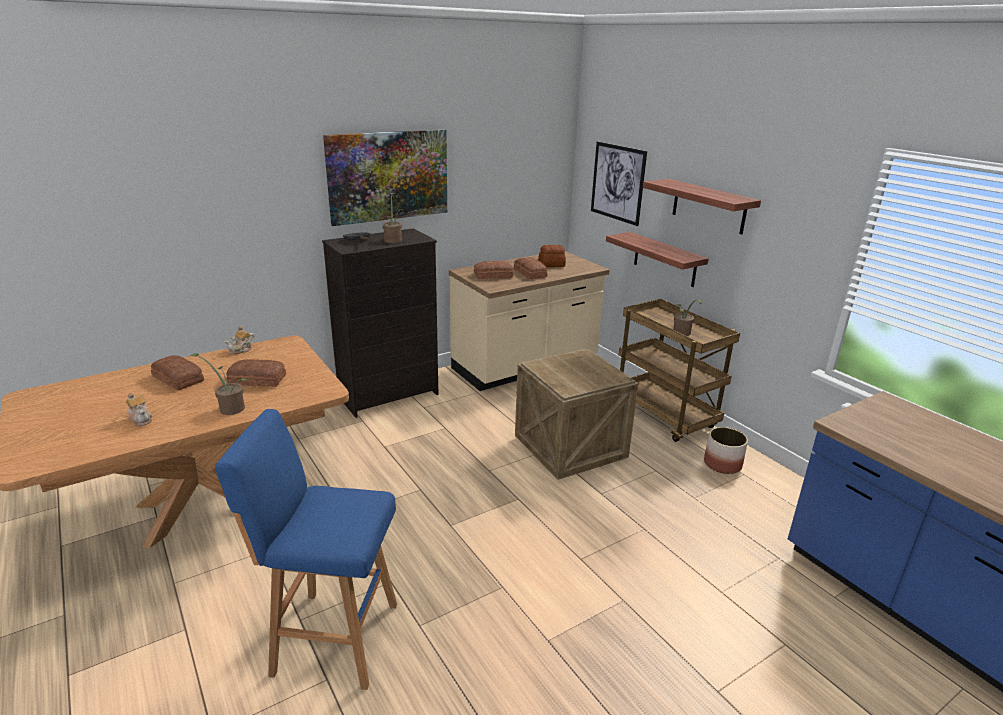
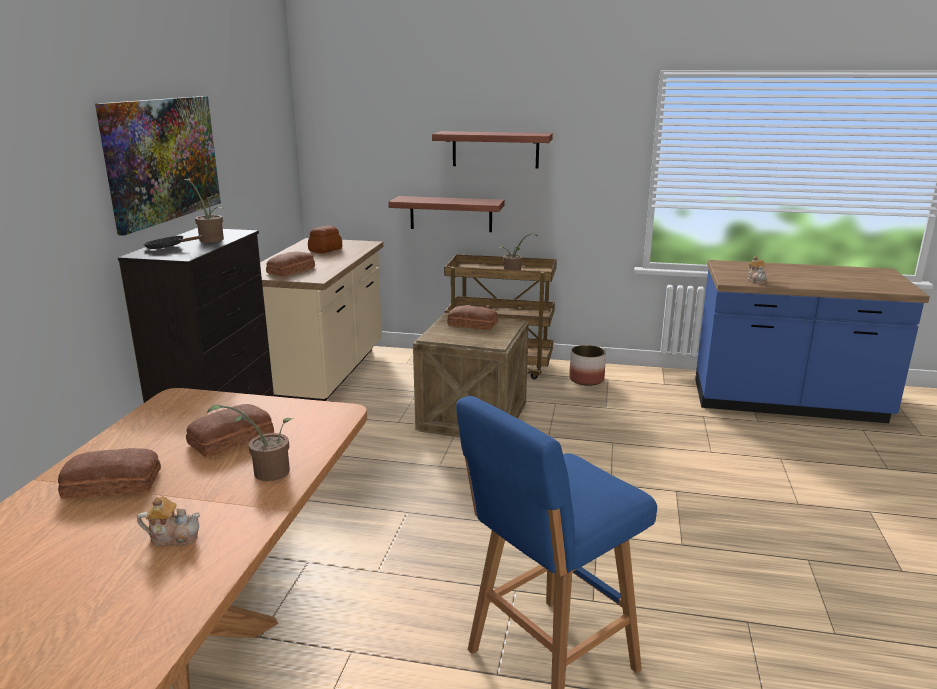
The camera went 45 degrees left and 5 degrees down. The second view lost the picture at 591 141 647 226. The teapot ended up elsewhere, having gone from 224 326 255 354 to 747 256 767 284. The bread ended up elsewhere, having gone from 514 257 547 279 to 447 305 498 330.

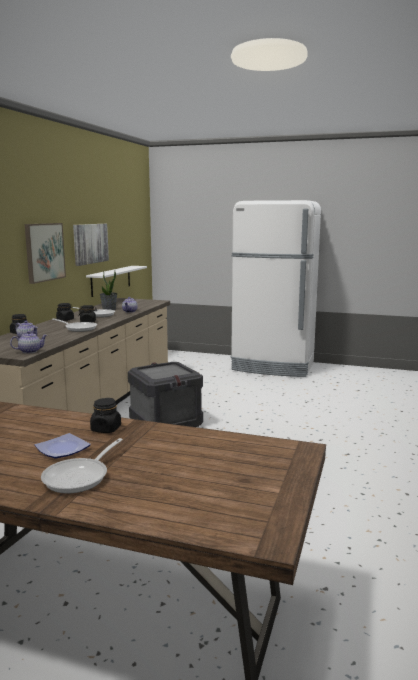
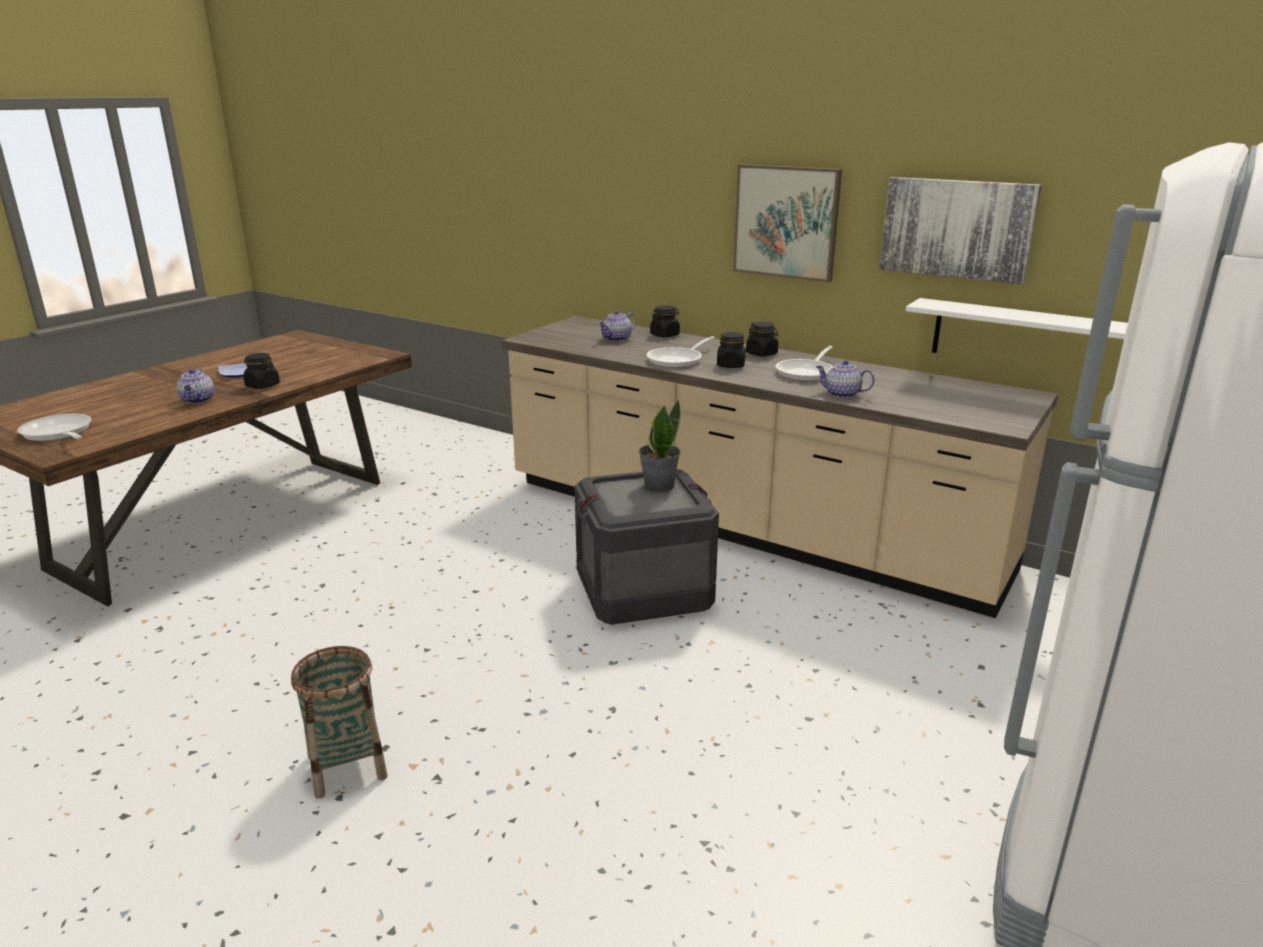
The camera went 105 degrees right and 10 degrees up. The second view gained the basket at 291 646 388 799. The teapot ended up elsewhere, having gone from 10 331 47 354 to 177 368 214 404. The frying pan ended up elsewhere, having gone from 41 438 123 493 to 18 414 92 441. The potted plant ended up elsewhere, having gone from 99 271 117 310 to 639 400 681 492.

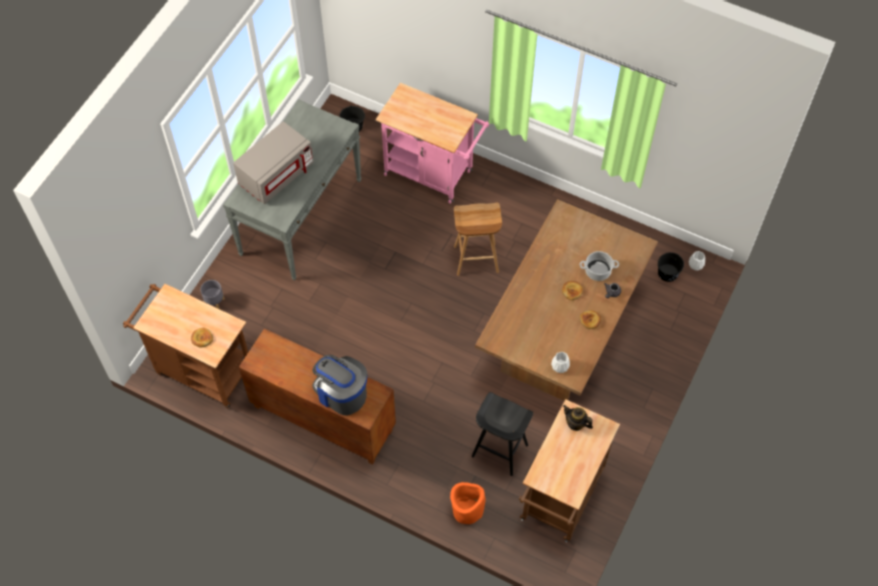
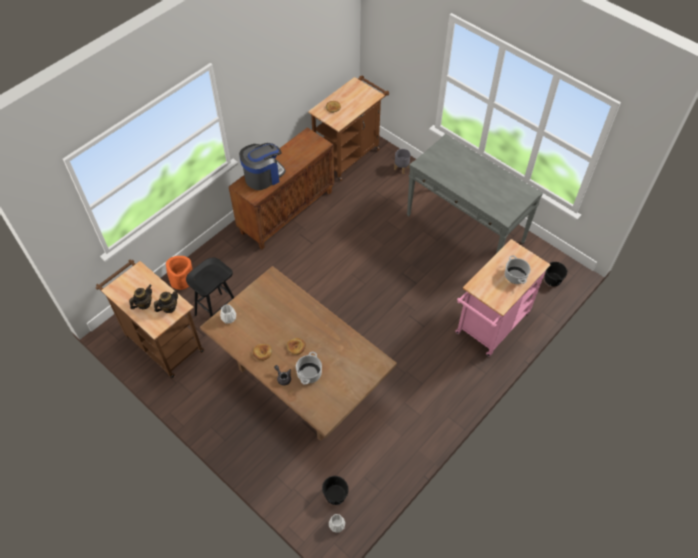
The camera went 105 degrees right and 5 degrees down. The second view lost the grey microwave at 233 121 314 204. The second view lost the brown stool at 454 203 502 276. The second view gained the teapot at 129 285 152 309. The second view gained the cooking pot at 505 255 531 284.

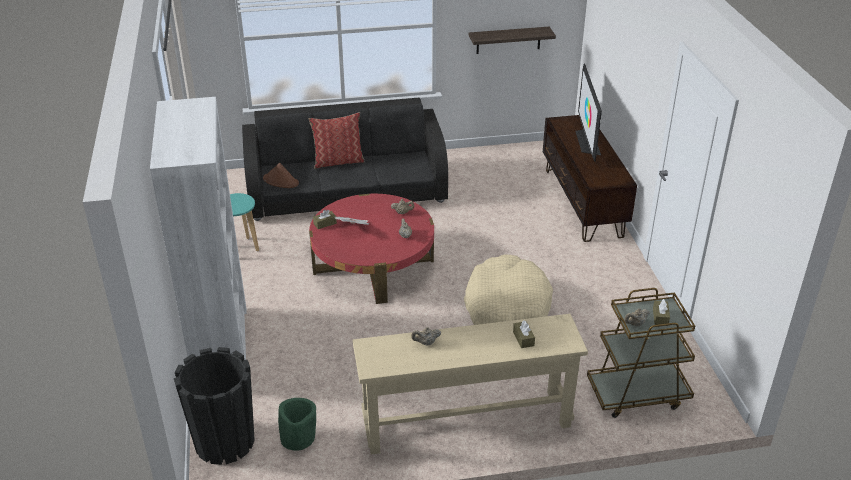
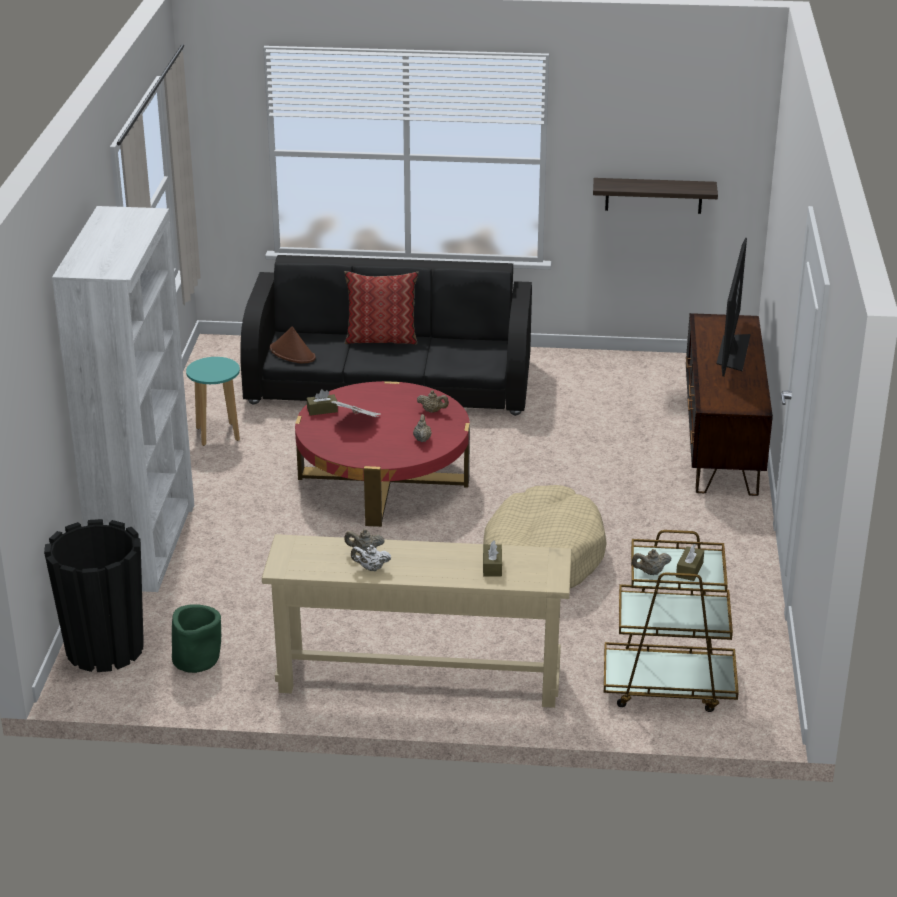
The camera went 15 degrees right and 5 degrees down. The second view gained the white teapot at 351 545 391 571.

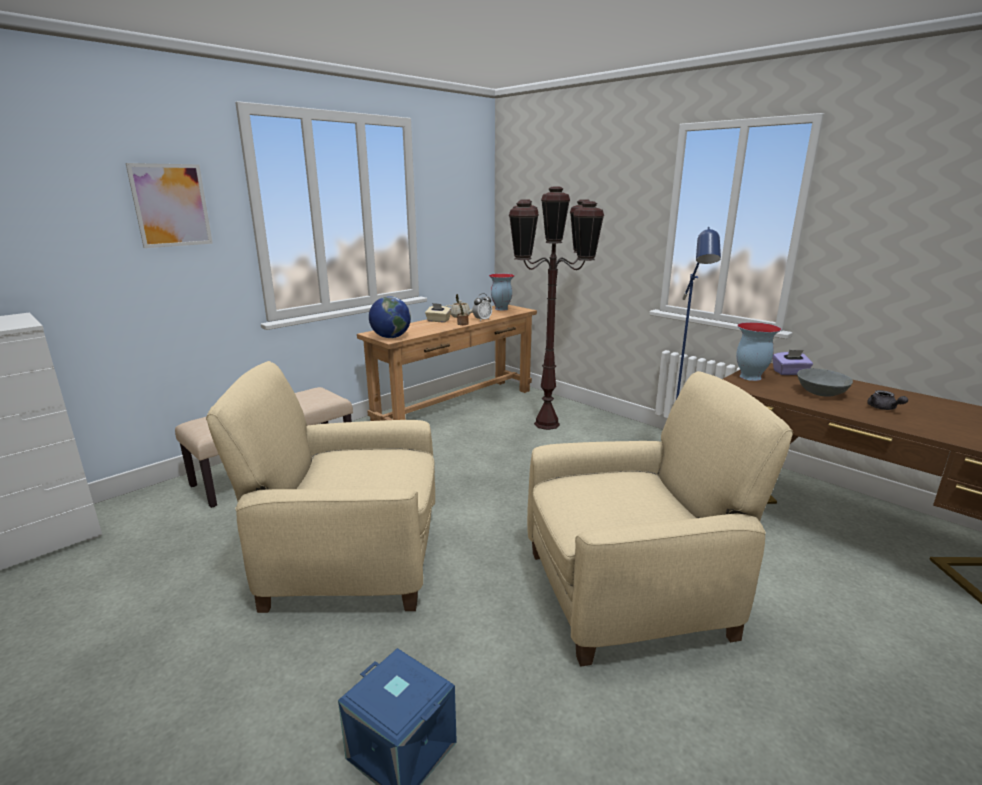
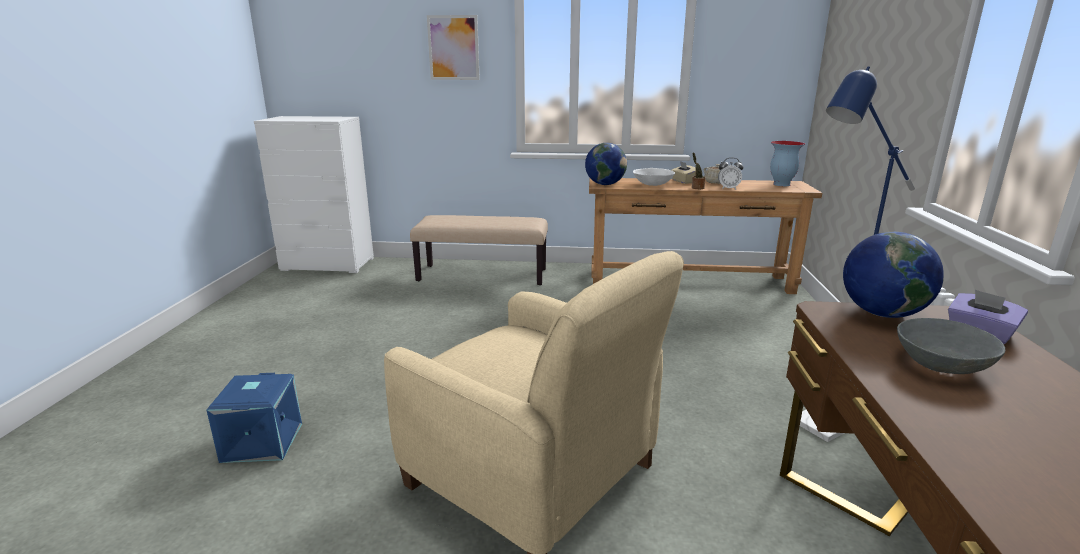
The camera went 50 degrees right and 0 degrees up. The second view lost the beige armchair at 206 361 435 613. The second view lost the brown floor lamp at 509 187 604 430. The second view lost the grey teapot at 867 390 908 410. The second view gained the white bowl at 633 168 675 186. Where the vase stood at 736 322 782 381, the globe came to stand at 843 232 944 318.

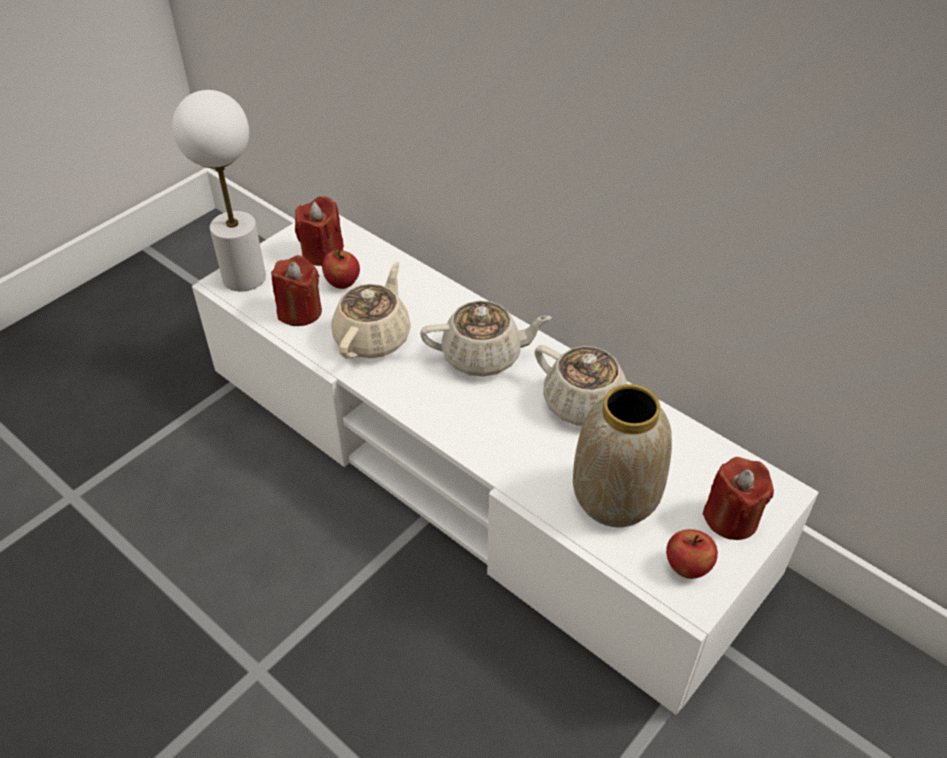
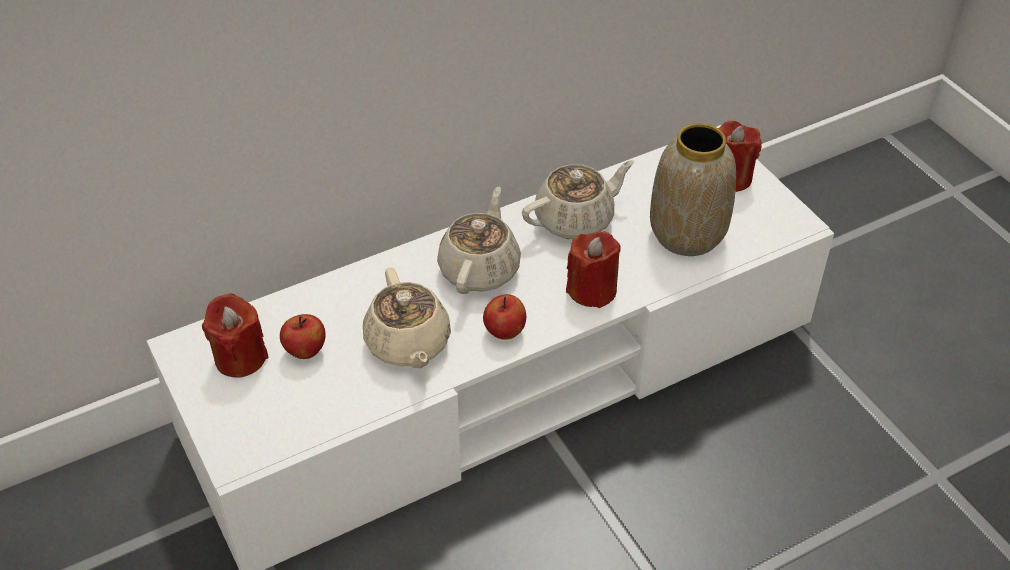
The camera went 70 degrees left and 0 degrees up. The second view lost the white table lamp at 172 90 266 291. The red candle ended up elsewhere, having gone from 271 255 322 326 to 566 231 621 308. The apple ended up elsewhere, having gone from 666 529 718 579 to 483 294 526 340. The beige teapot at 331 262 411 359 ended up facing another way, 150 degrees counterclockwise from before.

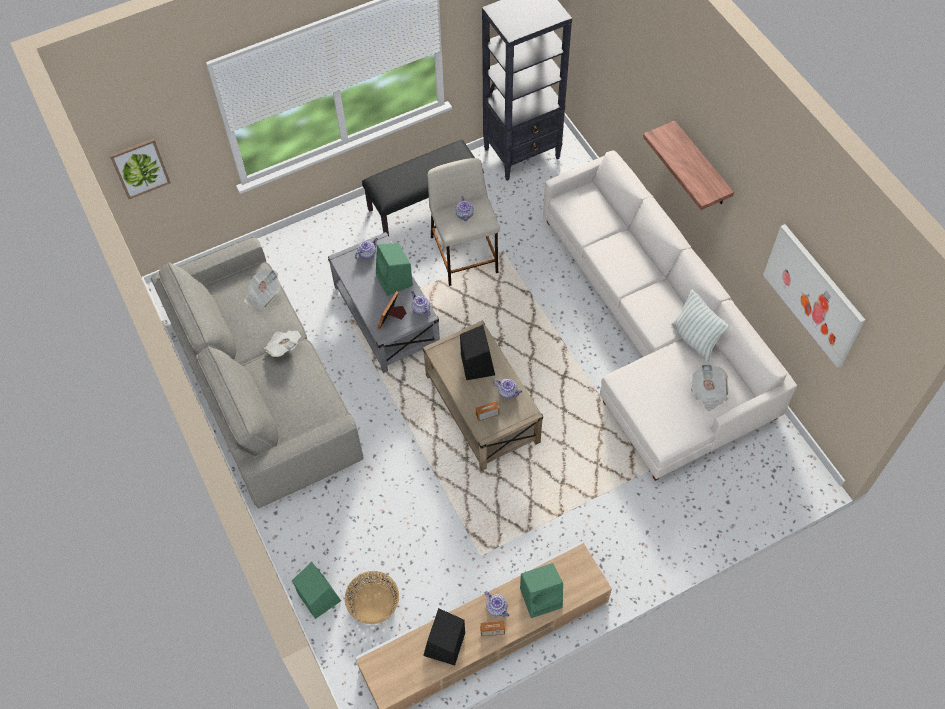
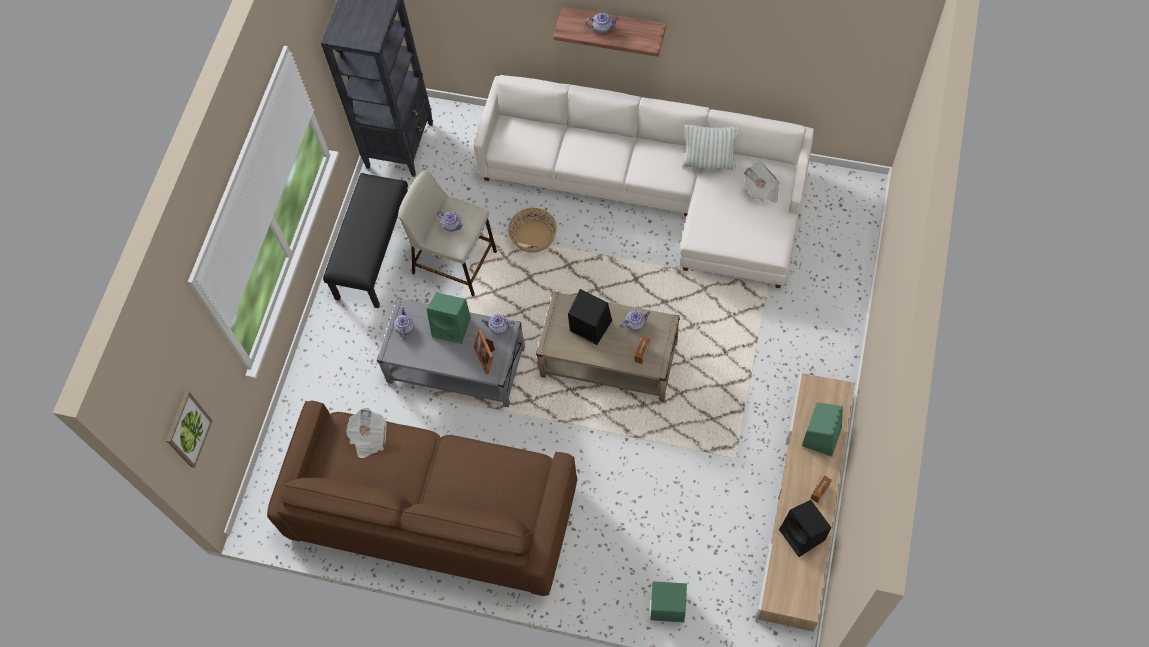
The camera went 45 degrees left and 5 degrees up. The second view lost the newspaper at 264 330 301 357. The second view lost the picture at 763 224 865 368. The basket ended up elsewhere, having gone from 345 571 399 624 to 508 208 557 253. The teapot ended up elsewhere, having gone from 485 591 509 617 to 585 13 619 34. What was the grey sofa at 151 237 364 508 turned into the brown sofa at 267 401 577 596.

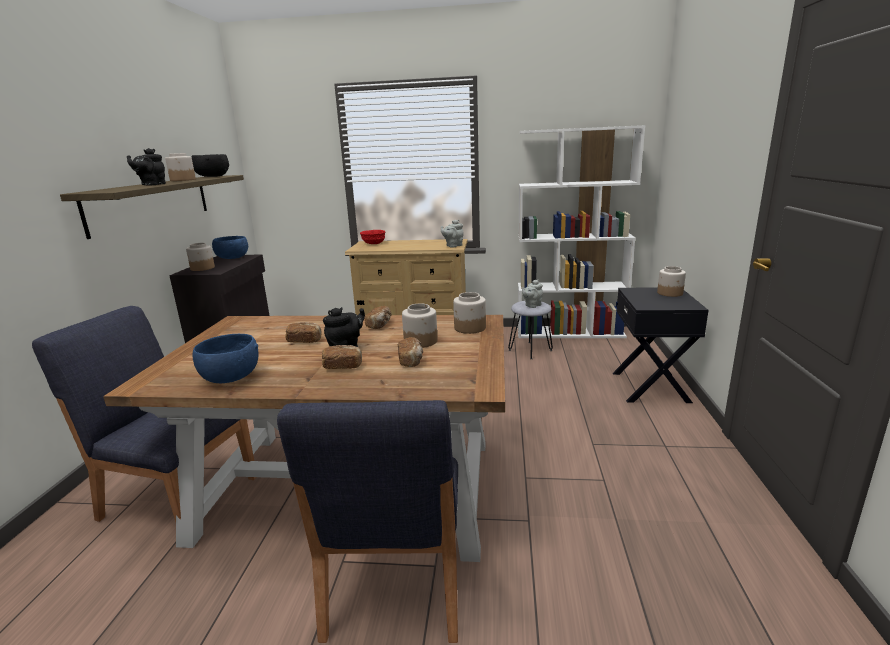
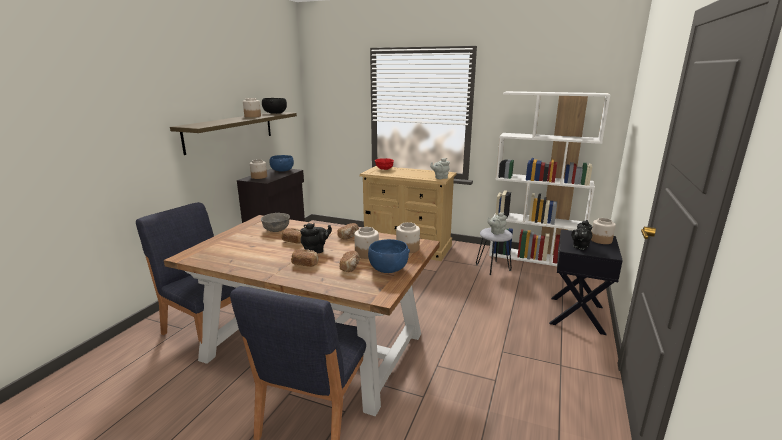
The camera went 15 degrees right and 0 degrees up. The second view gained the grey bowl at 261 213 290 232. The black teapot ended up elsewhere, having gone from 127 148 166 186 to 571 220 592 250. The blue bowl ended up elsewhere, having gone from 193 334 258 383 to 368 239 410 273.

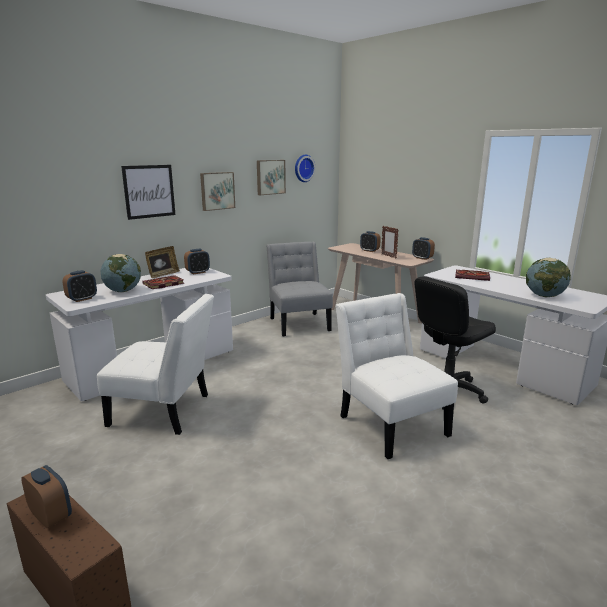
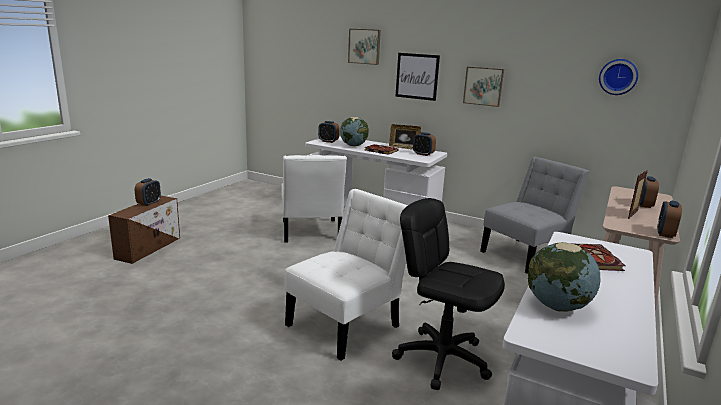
The camera went 70 degrees right and 0 degrees up. The picture ended up elsewhere, having gone from 257 160 286 195 to 348 29 381 65.

